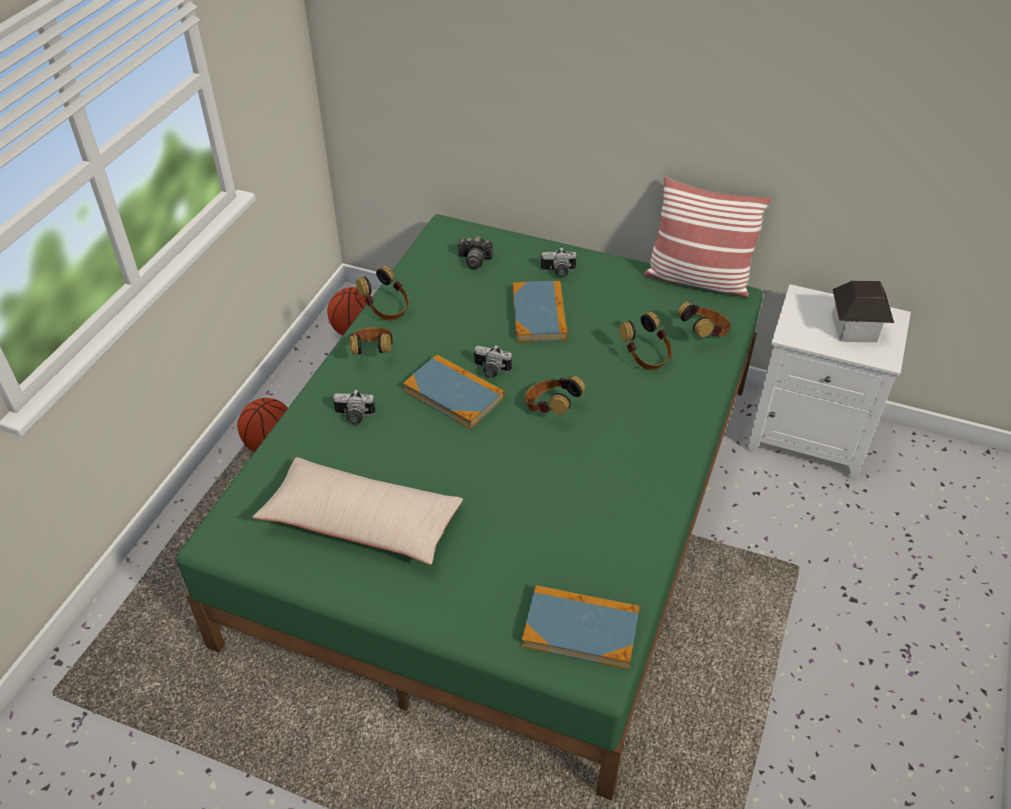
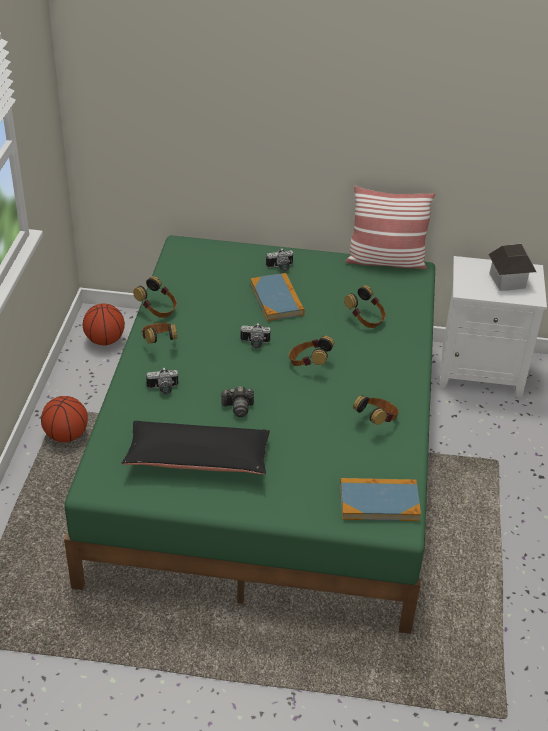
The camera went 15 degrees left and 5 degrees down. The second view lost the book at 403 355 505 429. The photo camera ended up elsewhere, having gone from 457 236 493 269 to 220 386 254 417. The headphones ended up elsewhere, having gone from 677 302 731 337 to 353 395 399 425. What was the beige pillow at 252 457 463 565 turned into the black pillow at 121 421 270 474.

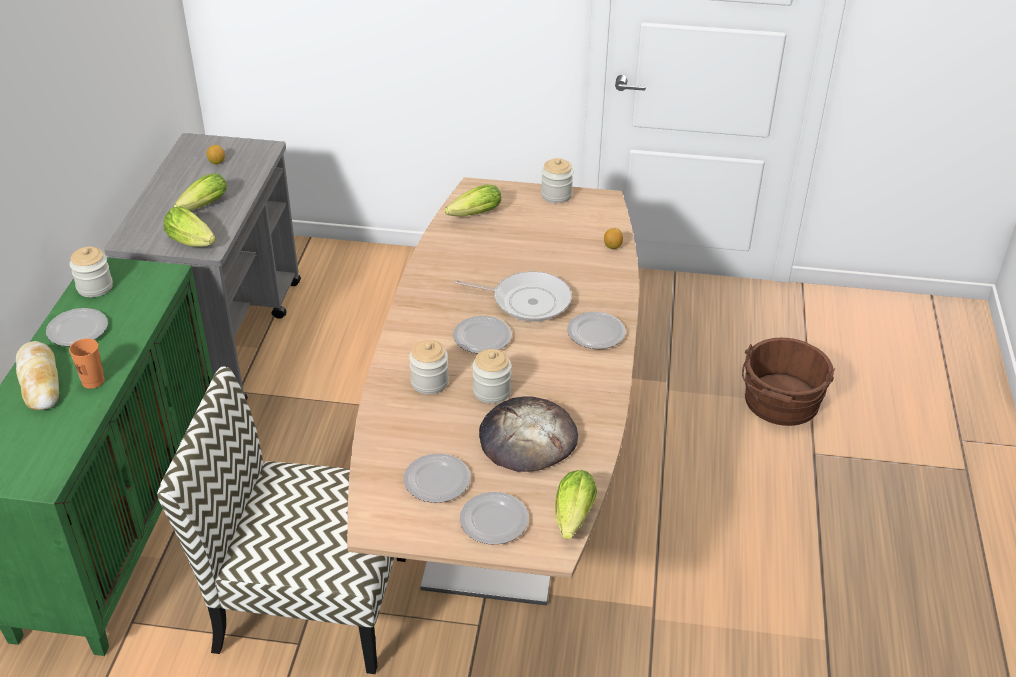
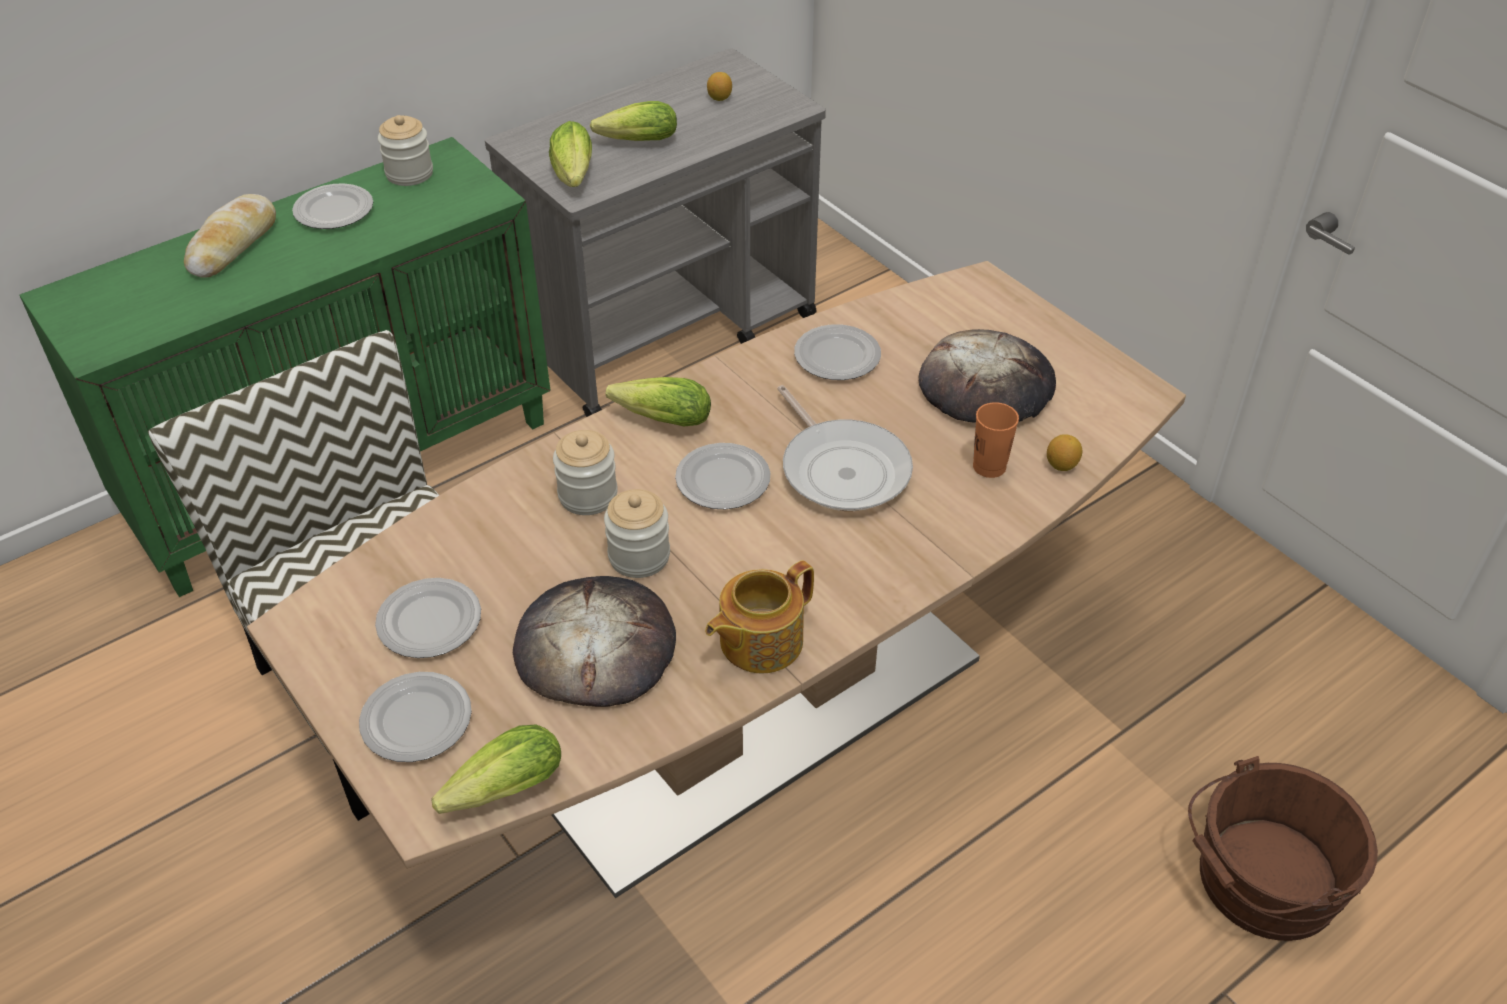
The camera went 45 degrees right and 5 degrees up. The second view lost the jar at 541 158 573 203. The second view gained the teapot at 705 560 814 674. The second view gained the bread at 919 329 1056 423. The orange cup ended up elsewhere, having gone from 69 338 105 389 to 973 402 1019 478. The lettuce ended up elsewhere, having gone from 445 185 501 216 to 606 377 711 427. The plate ended up elsewhere, having gone from 567 312 625 349 to 794 324 881 380.

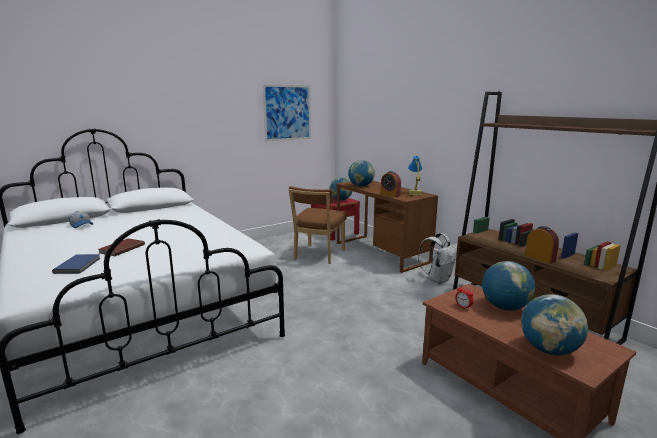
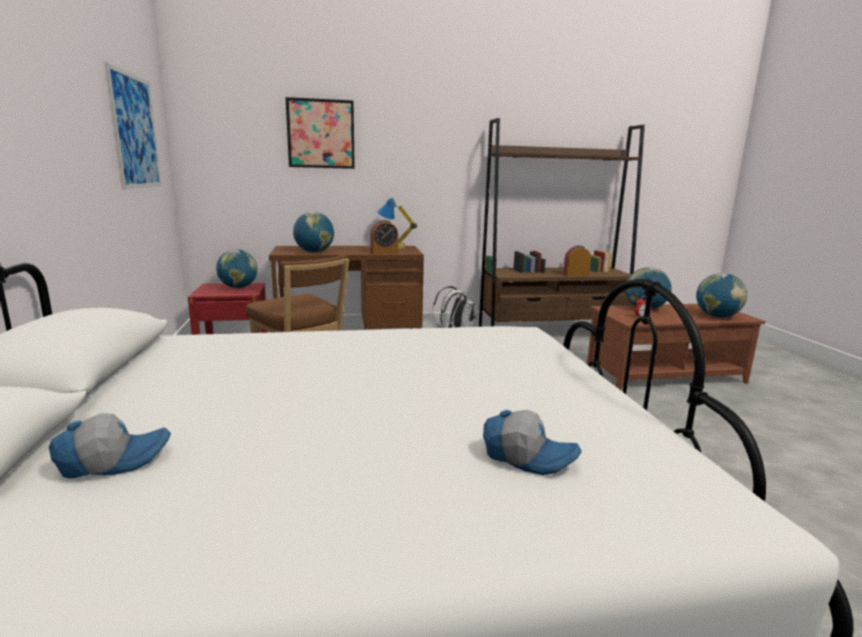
The camera went 65 degrees left and 0 degrees up. The second view lost the brown book at 99 238 145 256. The second view gained the picture at 286 97 355 169. Where the blue book stood at 52 254 101 274, the cap came to stand at 483 410 582 475.

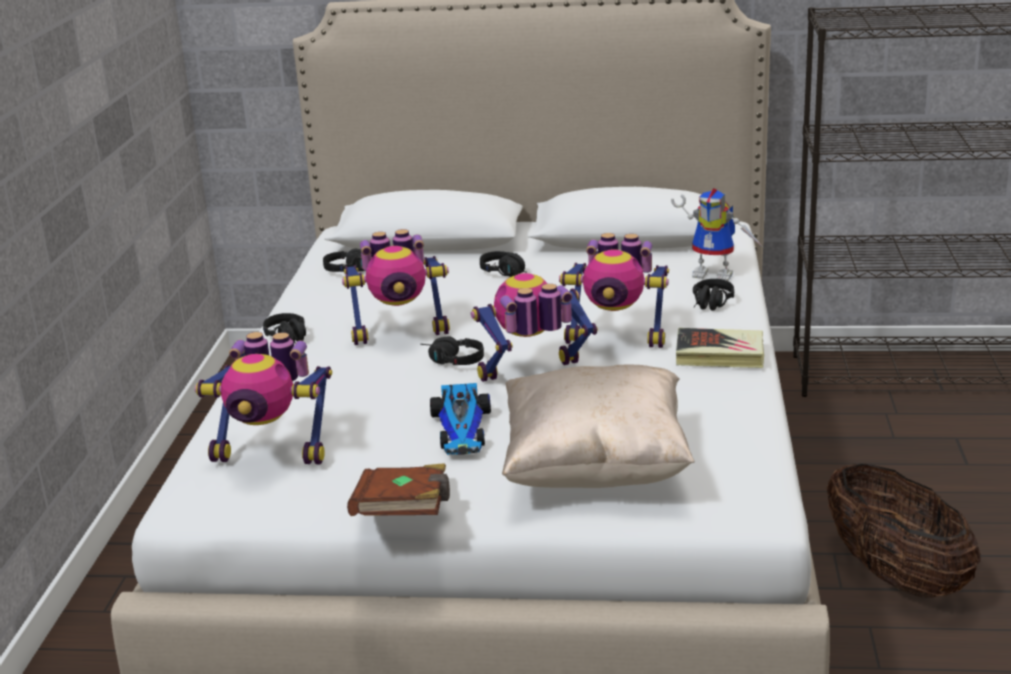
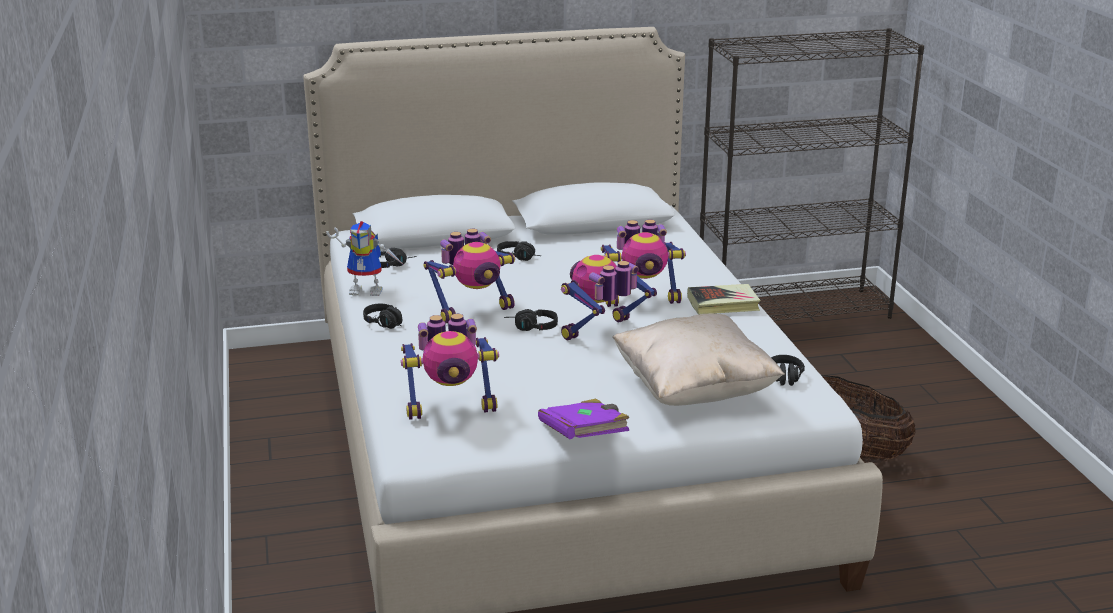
The camera went 20 degrees left and 0 degrees up. The second view lost the toy car at 430 383 491 455. The toy robot ended up elsewhere, having gone from 671 188 762 281 to 326 221 405 296. The black headphones ended up elsewhere, having gone from 693 279 734 311 to 771 355 805 386. What was the brown book at 347 463 450 516 turned into the purple book at 538 398 629 439.

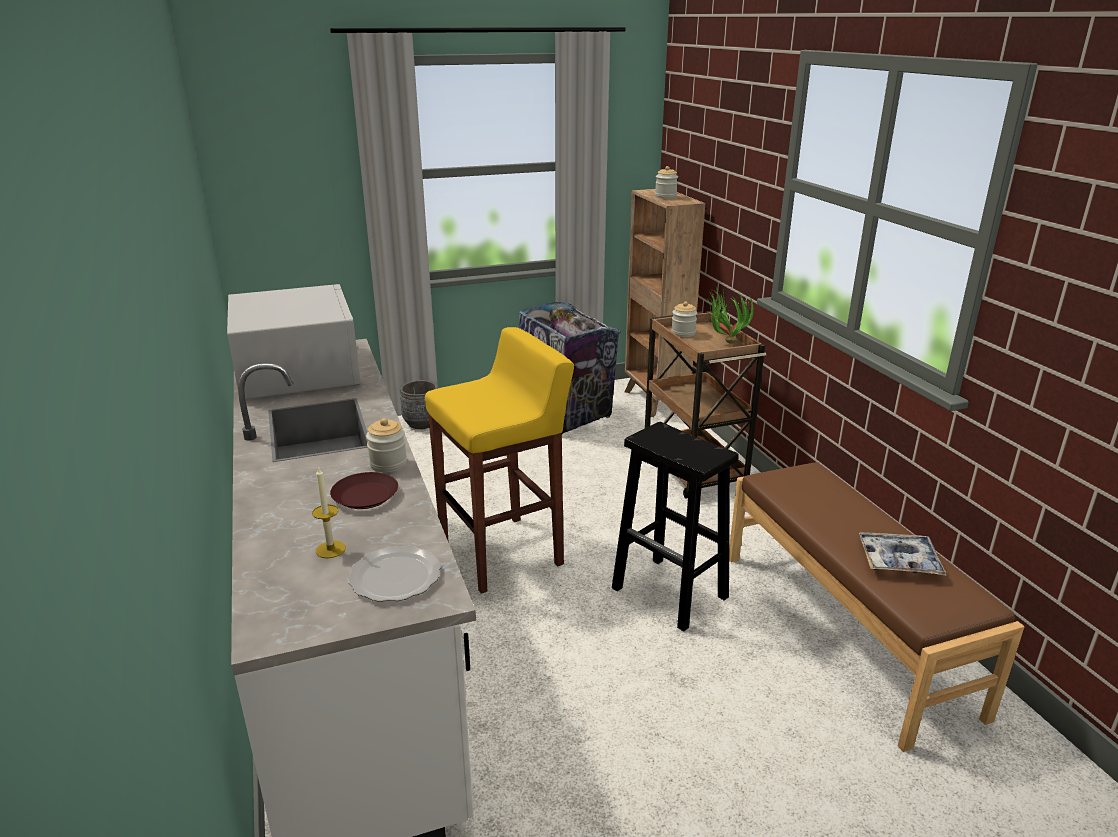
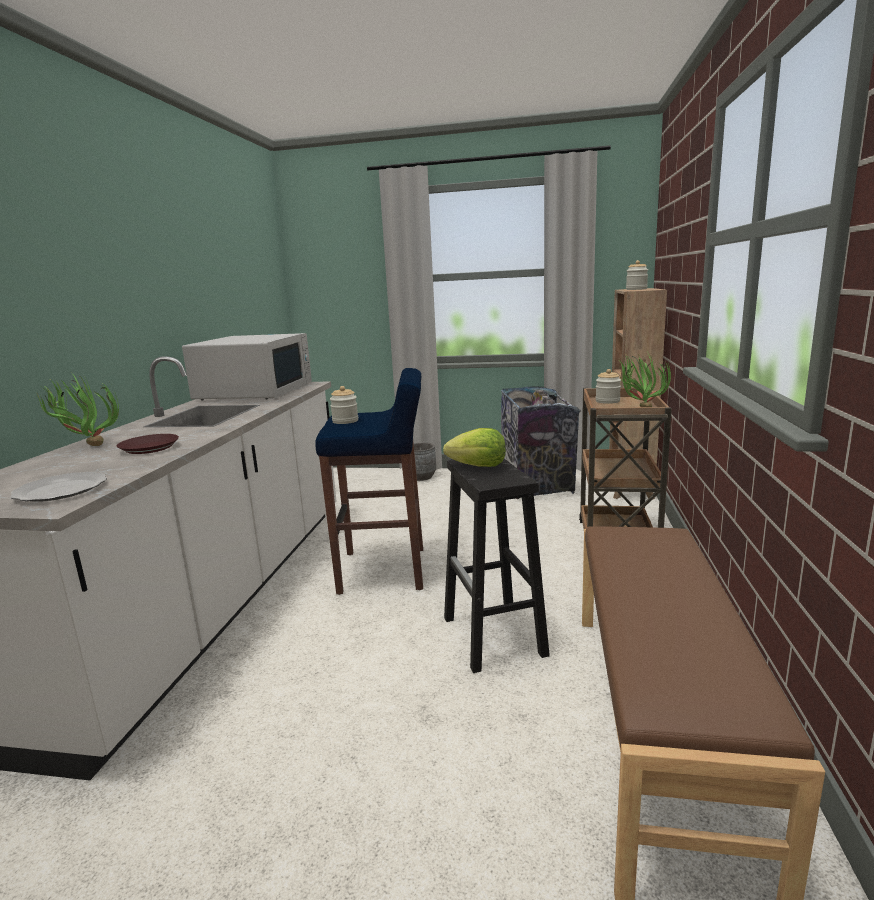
The camera went 30 degrees right and 10 degrees down. The second view lost the candle at 312 466 346 558. The second view lost the tray at 859 532 947 576. The second view gained the potted plant at 36 372 119 446. The second view gained the lettuce at 443 428 506 467. The jar ended up elsewhere, having gone from 366 418 407 473 to 330 386 358 424. What was the yellow stool at 425 327 574 594 turned into the blue stool at 315 368 423 595.

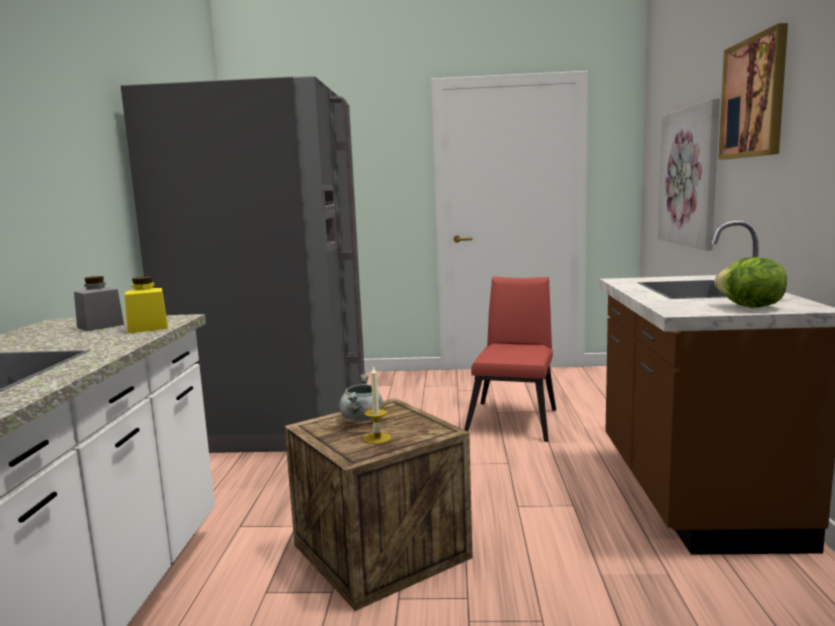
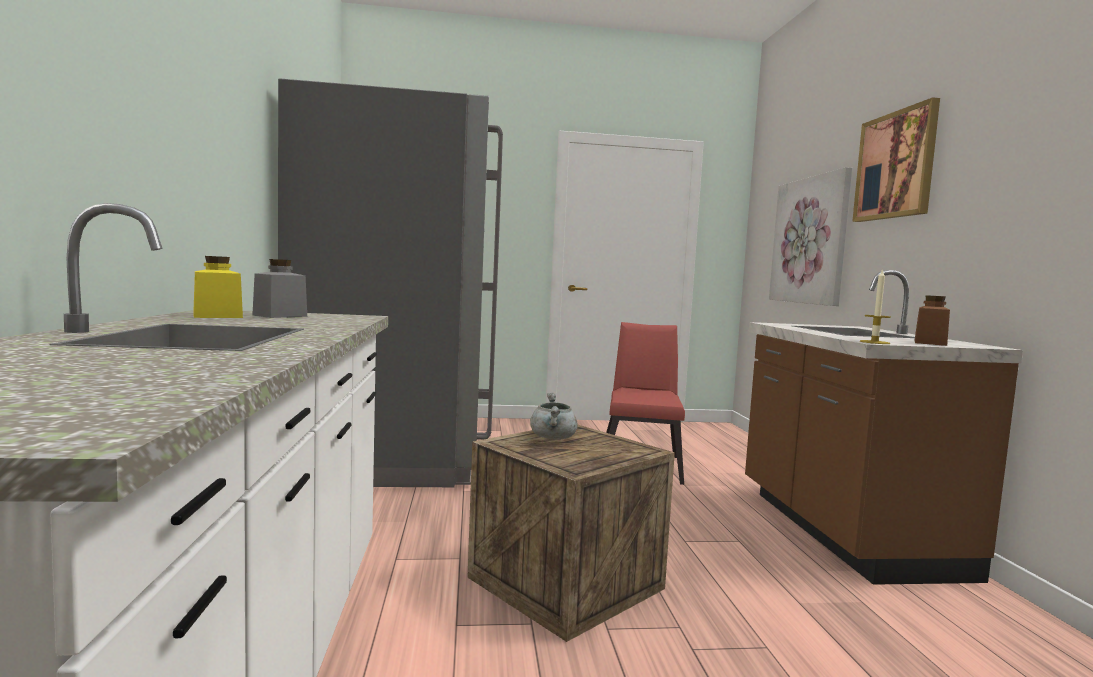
The camera went 10 degrees left and 5 degrees down. The yellow jar ended up elsewhere, having gone from 125 276 168 333 to 193 256 243 318. The candle ended up elsewhere, having gone from 363 365 391 444 to 860 269 891 344. Where the lettuce stood at 715 257 787 308, the brown jar came to stand at 914 295 950 346.

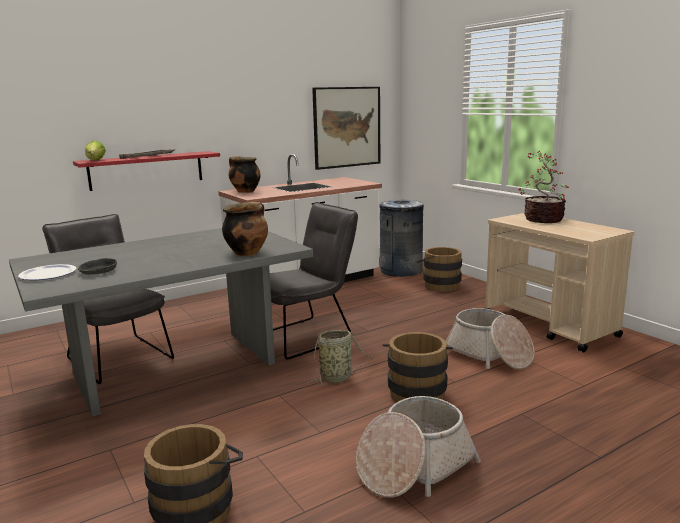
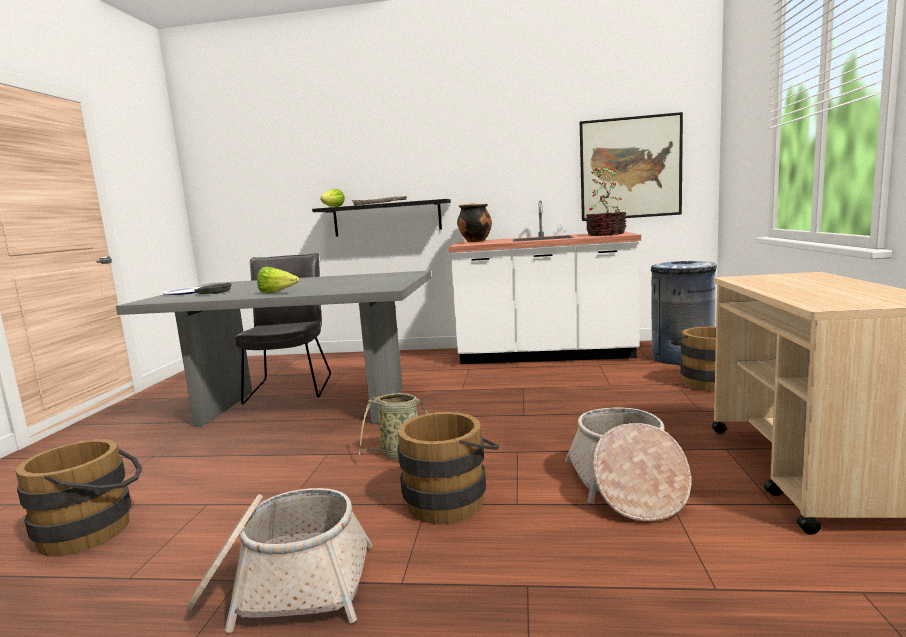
The camera went 40 degrees right and 5 degrees down. The second view lost the cooking pot at 222 202 268 256. The second view lost the grey chair at 270 202 358 360. The second view gained the lettuce at 257 267 299 293. The potted plant ended up elsewhere, having gone from 518 151 569 223 to 586 166 626 236. What was the red shelf at 73 151 220 191 turned into the black shelf at 312 199 451 237.

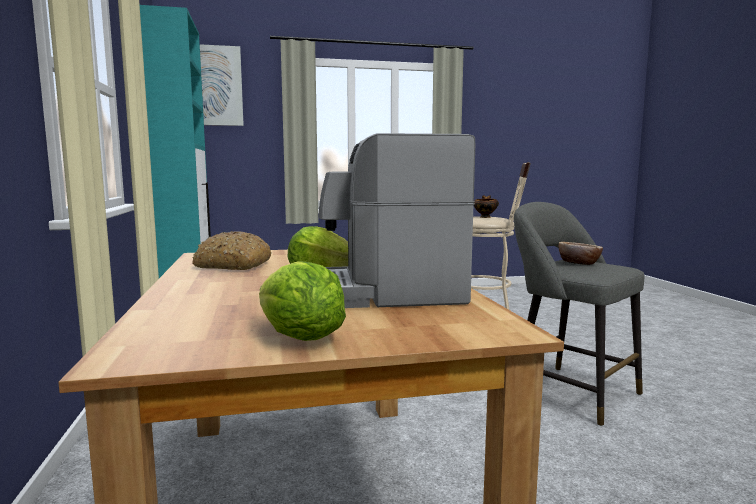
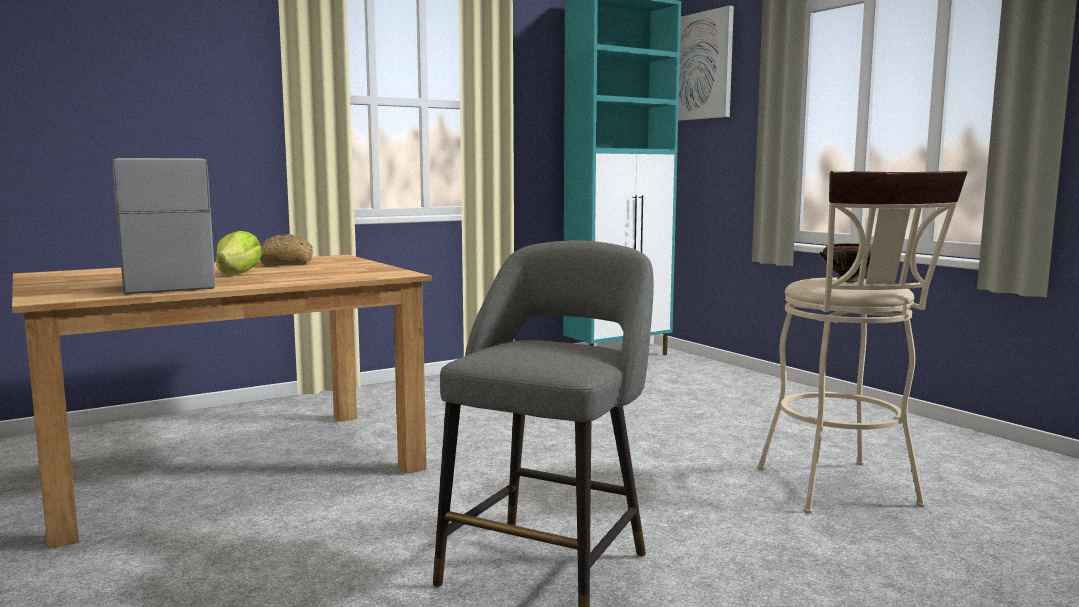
The camera went 70 degrees right and 0 degrees up. The second view lost the lettuce at 259 261 346 341. The second view lost the bowl at 559 242 603 265.

